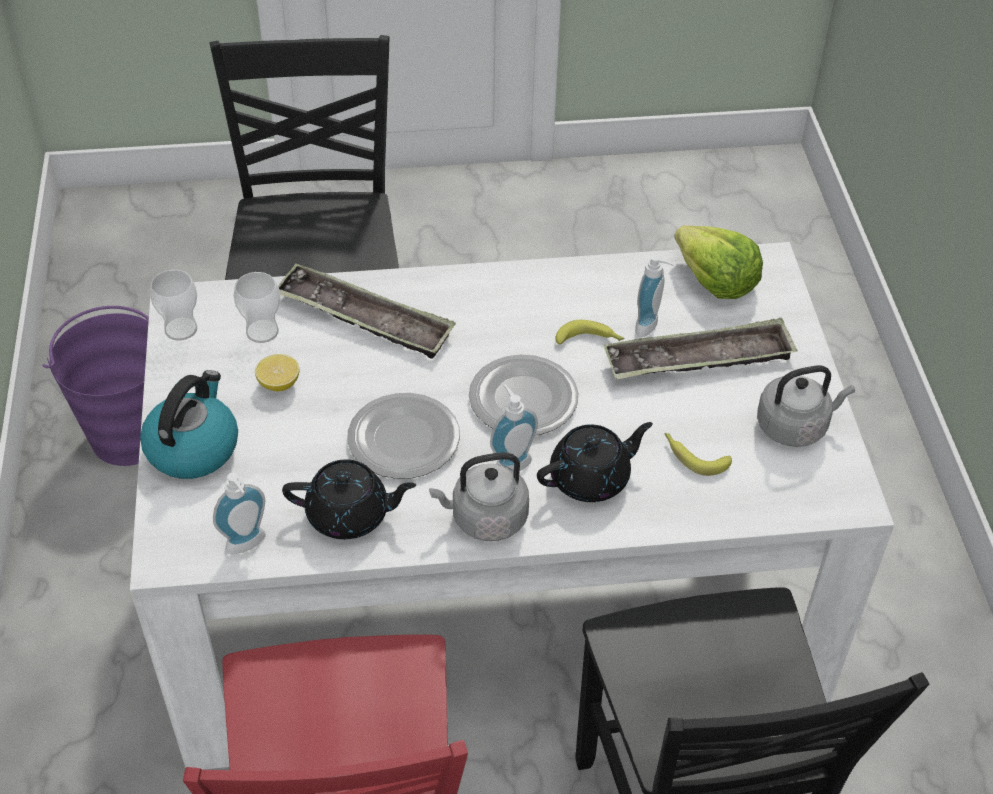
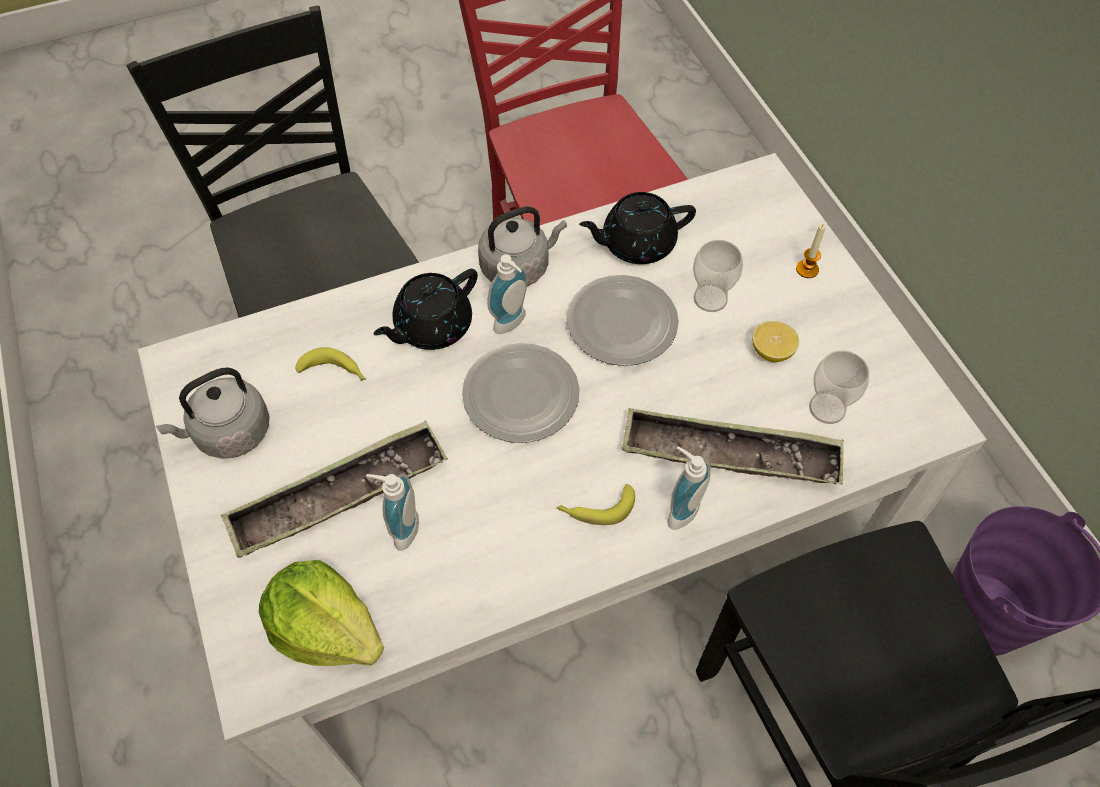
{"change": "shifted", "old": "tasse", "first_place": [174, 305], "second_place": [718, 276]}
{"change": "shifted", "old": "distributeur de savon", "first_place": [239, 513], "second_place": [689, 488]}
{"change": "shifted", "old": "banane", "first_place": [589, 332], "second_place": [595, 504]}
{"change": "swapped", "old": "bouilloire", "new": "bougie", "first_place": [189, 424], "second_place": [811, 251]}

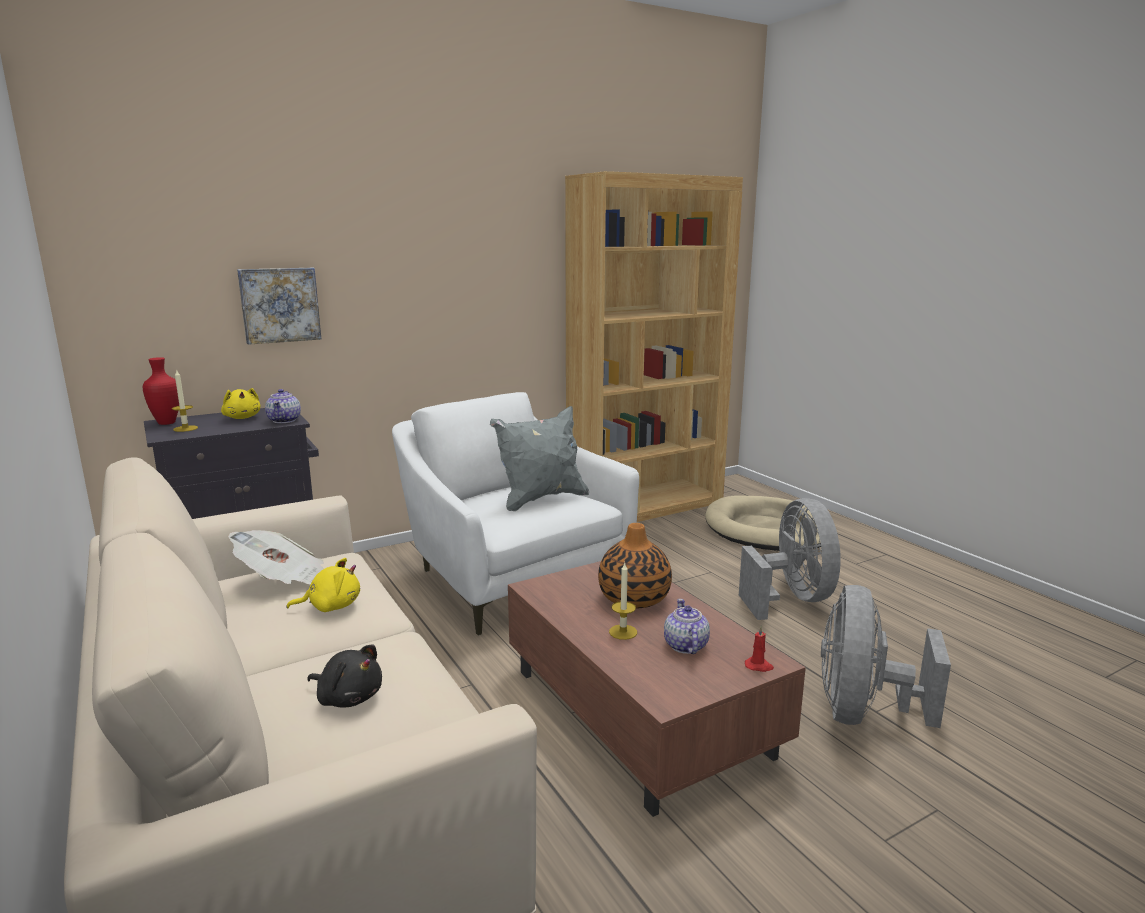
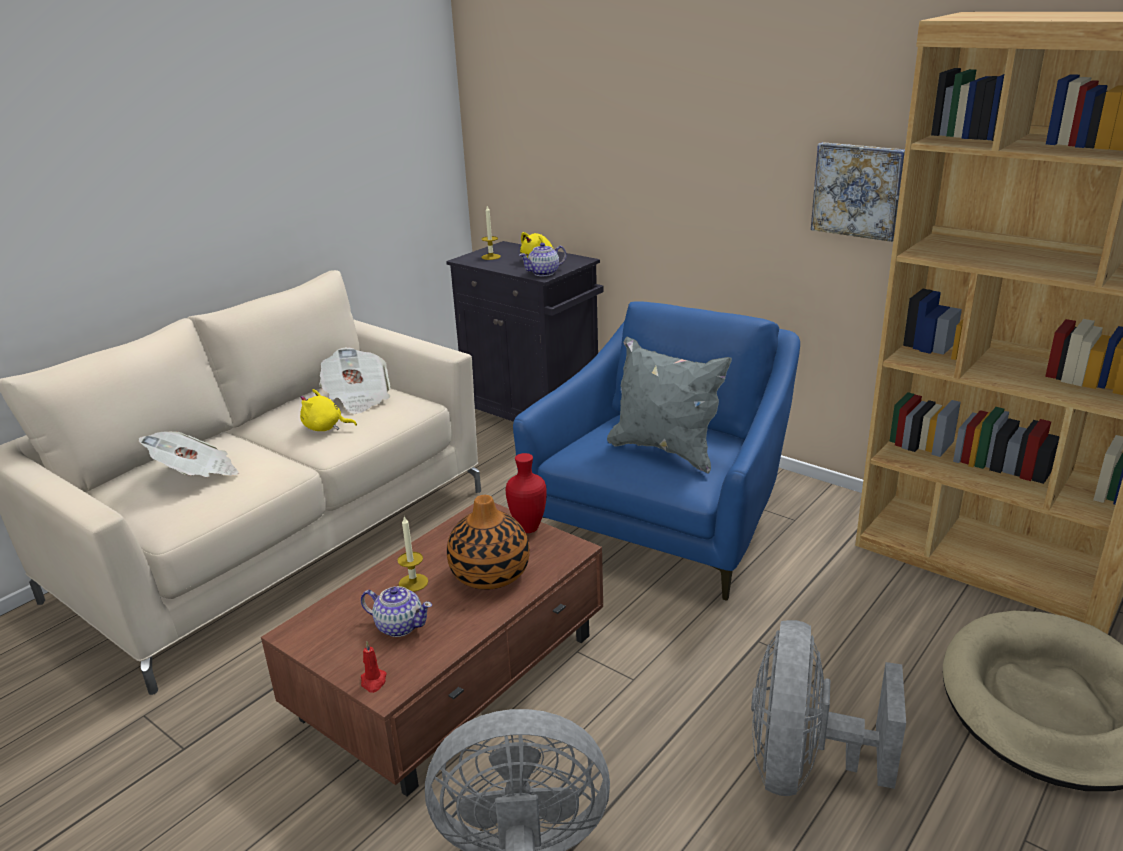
{"change": "shifted", "old": "vase (rouge)", "first_place": [161, 391], "second_place": [526, 493]}
{"change": "shifted", "old": "tableau", "first_place": [279, 306], "second_place": [858, 192]}
{"change": "swapped", "old": "peluche (noir)", "new": "journal", "first_place": [344, 676], "second_place": [189, 454]}
{"change": "repainted", "old": "fauteuil (blanc)", "new": "fauteuil (bleu)", "first_place": [515, 513], "second_place": [656, 451]}
{"change": "rotated", "old": "peluche (jaune)", "first_place": [323, 585], "second_place": [328, 410], "degrees": 135}
{"change": "rotated", "old": "théière", "first_place": [687, 626], "second_place": [396, 611], "degrees": 45}
{"change": "rotated", "old": "ventilateur (gris)", "first_place": [790, 559], "second_place": [828, 708], "degrees": 135}

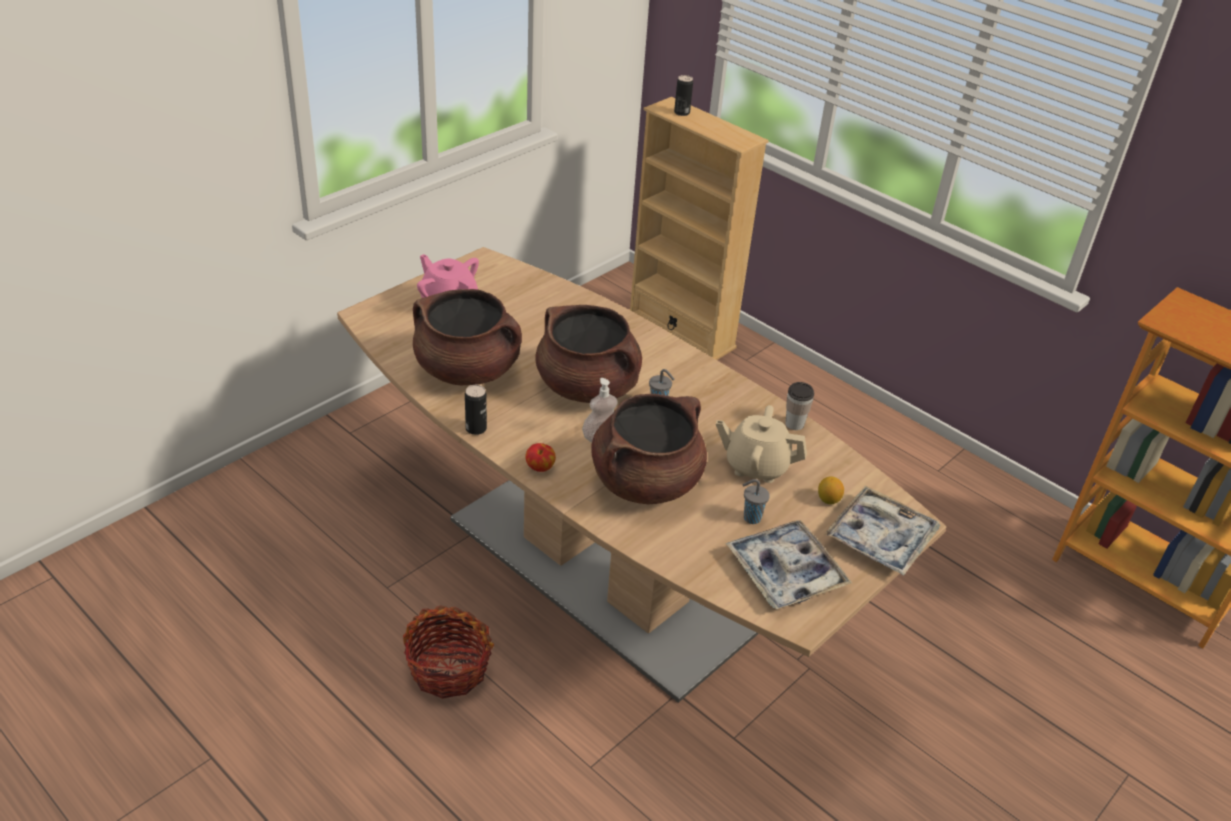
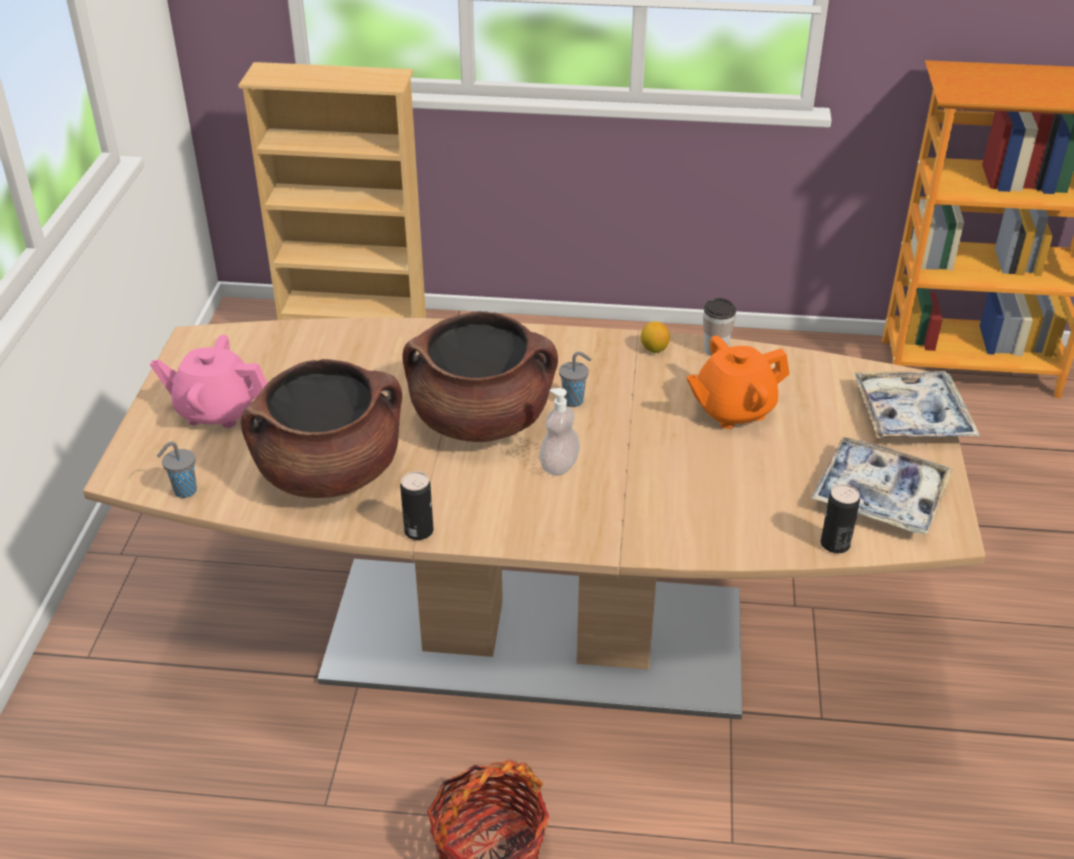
{"change": "gone", "old": "pomme", "first_place": [540, 457]}
{"change": "gone", "old": "marmite (marron)", "first_place": [649, 449]}
{"change": "shifted", "old": "boîte métallique", "first_place": [683, 95], "second_place": [840, 518]}
{"change": "shifted", "old": "tasse (gris)", "first_place": [756, 501], "second_place": [177, 470]}
{"change": "shifted", "old": "citron", "first_place": [831, 490], "second_place": [655, 337]}
{"change": "repainted", "old": "théière (beige)", "new": "théière (orange)", "first_place": [761, 444], "second_place": [738, 382]}

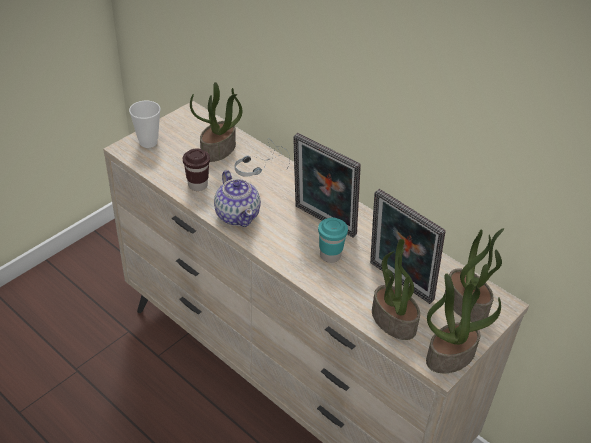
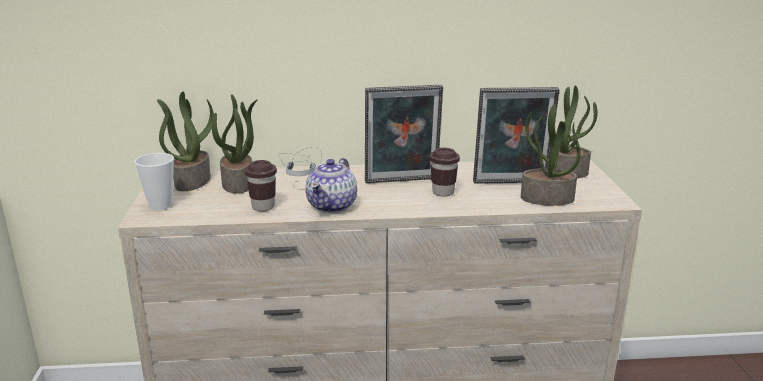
{"change": "shifted", "old": "plante en pot", "first_place": [463, 323], "second_place": [185, 141]}
{"change": "repainted", "old": "tasse (turquoise)", "new": "tasse (marron)", "first_place": [333, 240], "second_place": [444, 172]}
{"change": "rotated", "old": "théière", "first_place": [237, 198], "second_place": [331, 185], "degrees": 90}

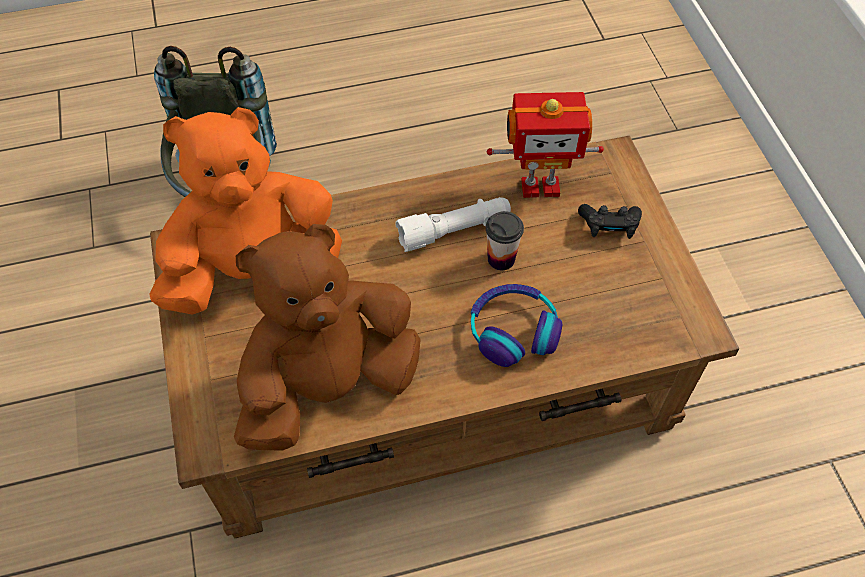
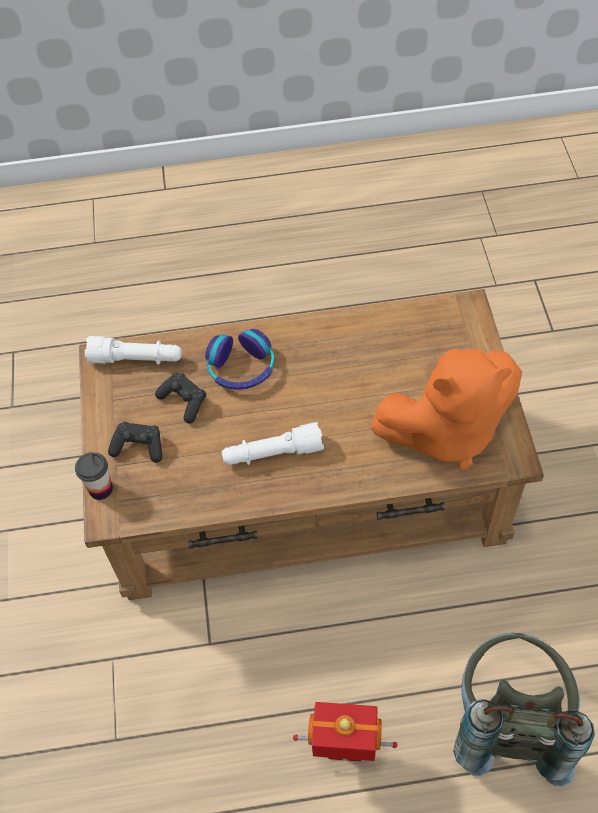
{"change": "gone", "old": "peluche (marron)", "first_place": [327, 337]}
{"change": "new", "new": "lampe de poche (blanc)", "second_place": [133, 350]}
{"change": "new", "new": "manette (noir)", "second_place": [180, 398]}
{"change": "shifted", "old": "tasse", "first_place": [505, 240], "second_place": [94, 476]}
{"change": "shifted", "old": "robot jouet", "first_place": [545, 145], "second_place": [345, 732]}

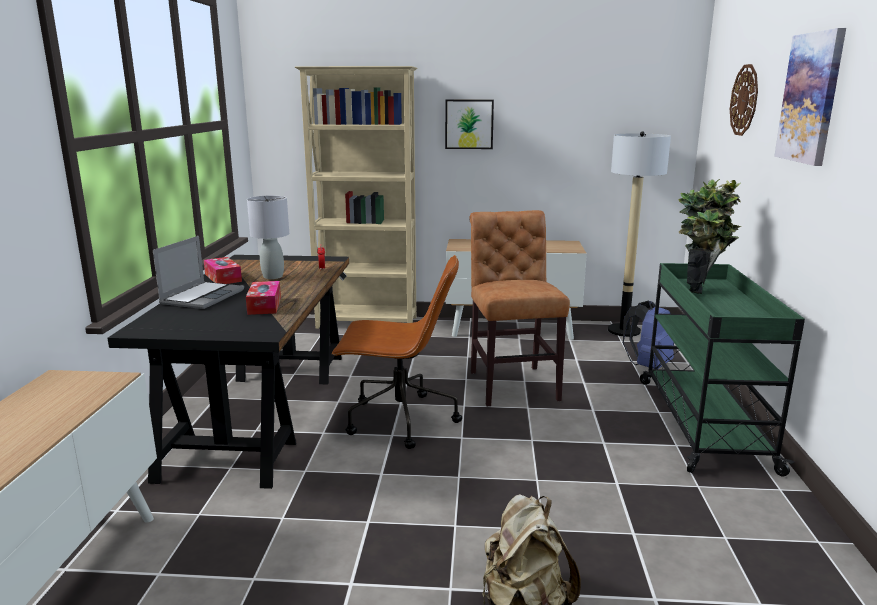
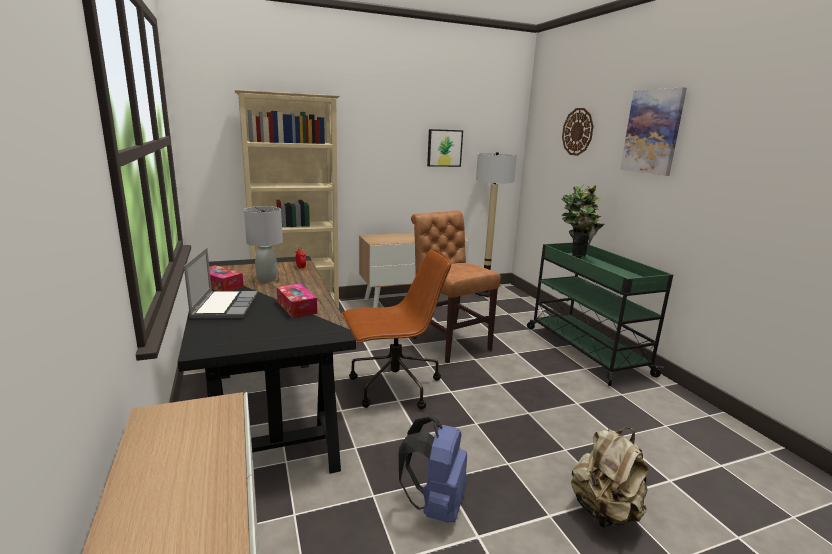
{"change": "shifted", "old": "tableau", "first_place": [469, 124], "second_place": [445, 148]}
{"change": "shifted", "old": "sac à dos (bleu)", "first_place": [648, 335], "second_place": [433, 469]}

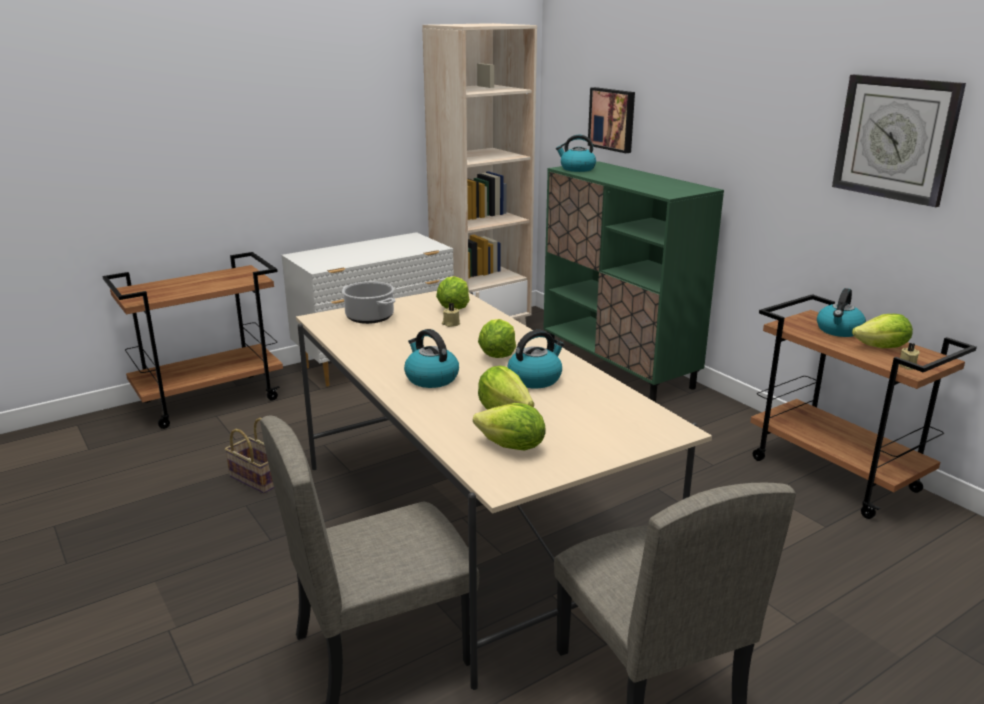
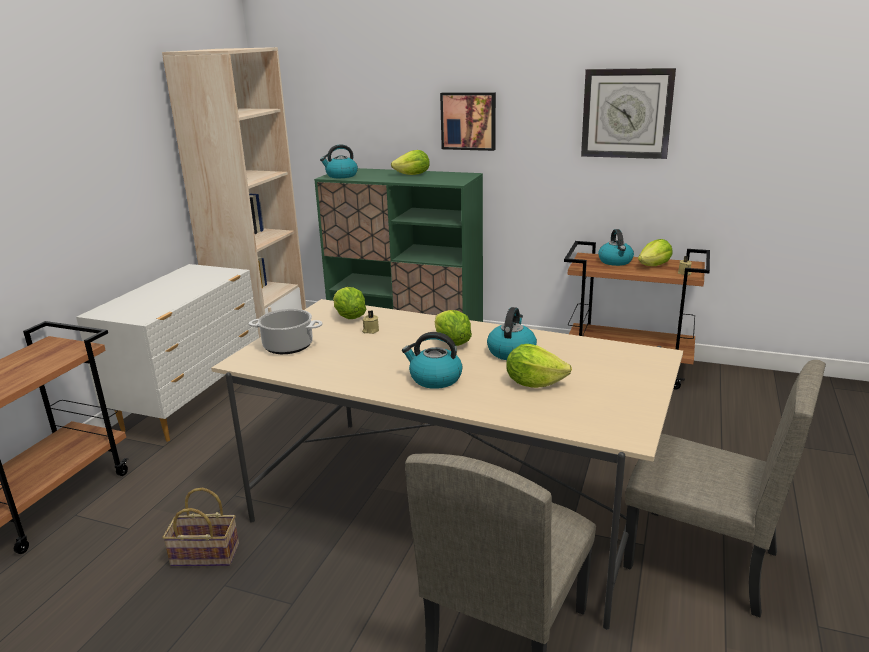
{"change": "shifted", "old": "laitue", "first_place": [509, 426], "second_place": [410, 162]}
{"change": "shifted", "old": "tableau", "first_place": [611, 120], "second_place": [468, 121]}

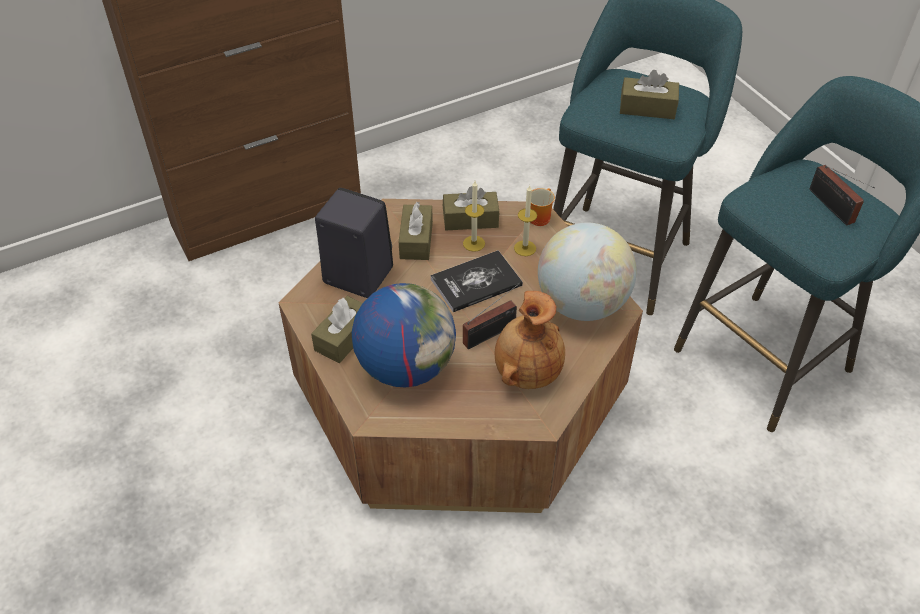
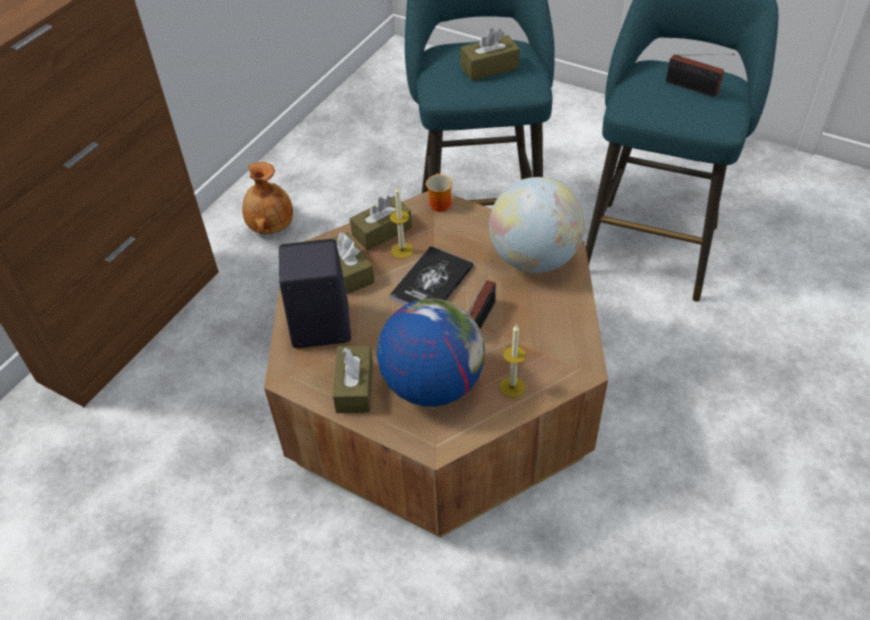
{"change": "shifted", "old": "vase (marron)", "first_place": [530, 340], "second_place": [267, 198]}
{"change": "shifted", "old": "bougie", "first_place": [525, 220], "second_place": [513, 361]}

